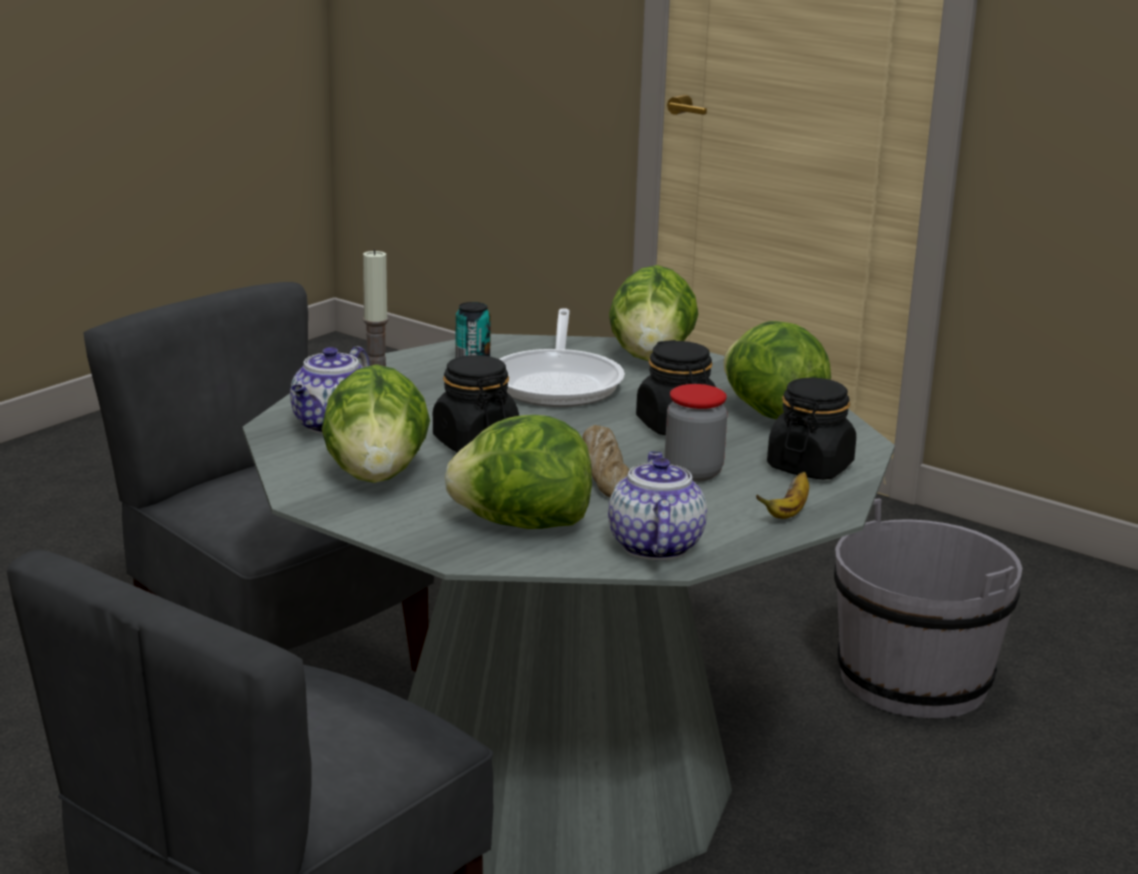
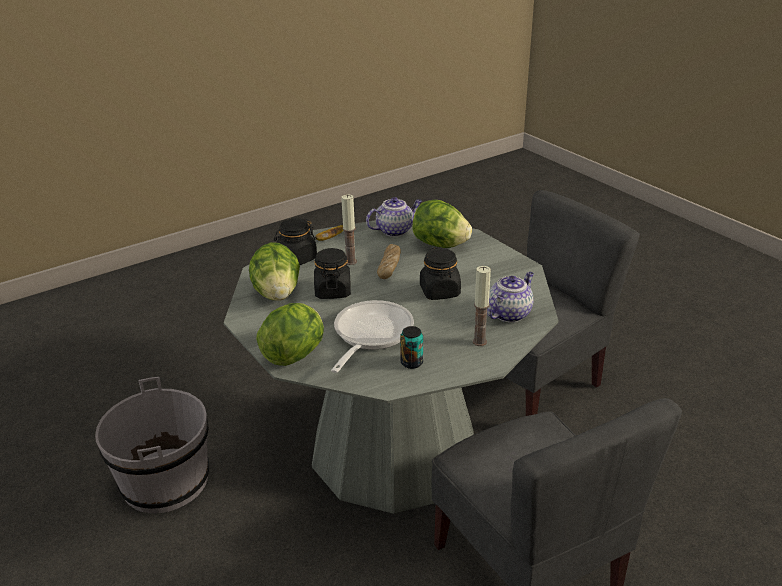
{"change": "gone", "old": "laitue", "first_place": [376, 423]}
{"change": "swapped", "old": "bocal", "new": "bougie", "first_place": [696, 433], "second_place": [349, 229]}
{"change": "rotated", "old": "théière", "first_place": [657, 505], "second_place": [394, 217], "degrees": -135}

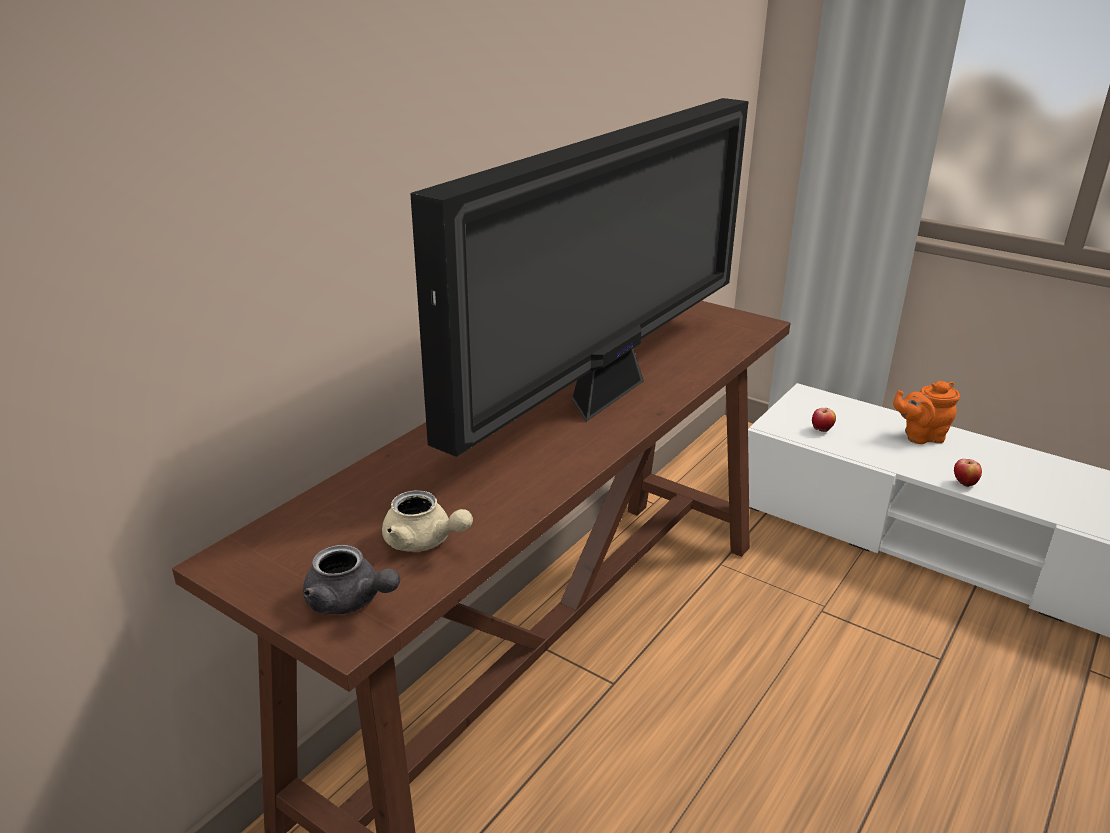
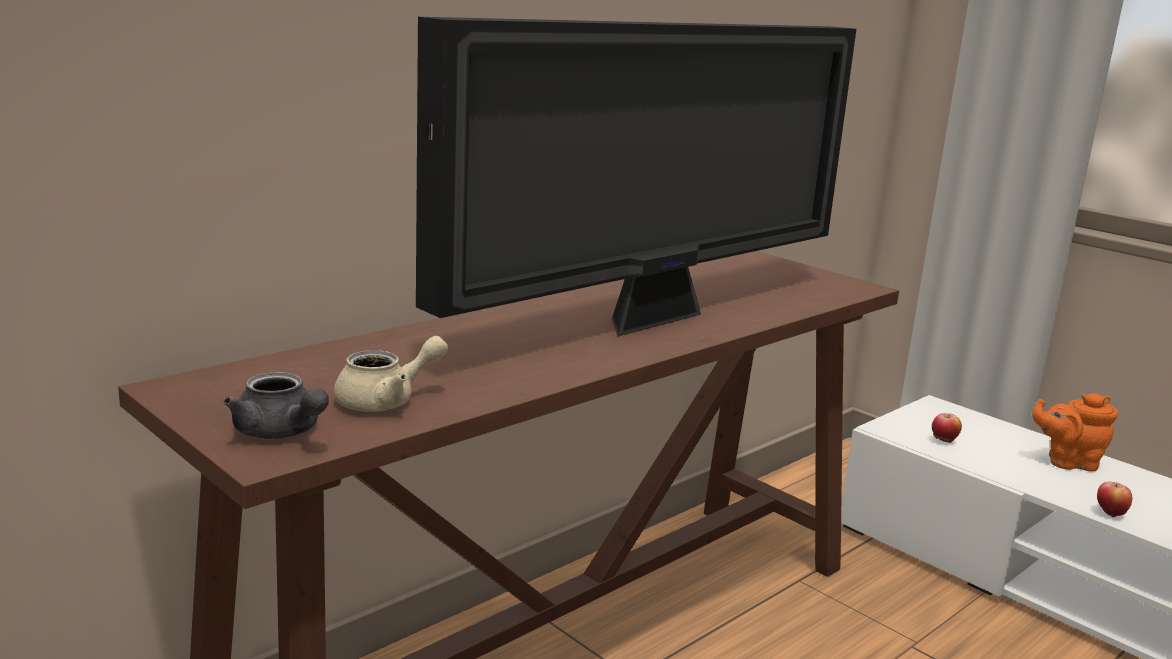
{"change": "rotated", "old": "théière (beige)", "first_place": [427, 521], "second_place": [391, 374], "degrees": -75}

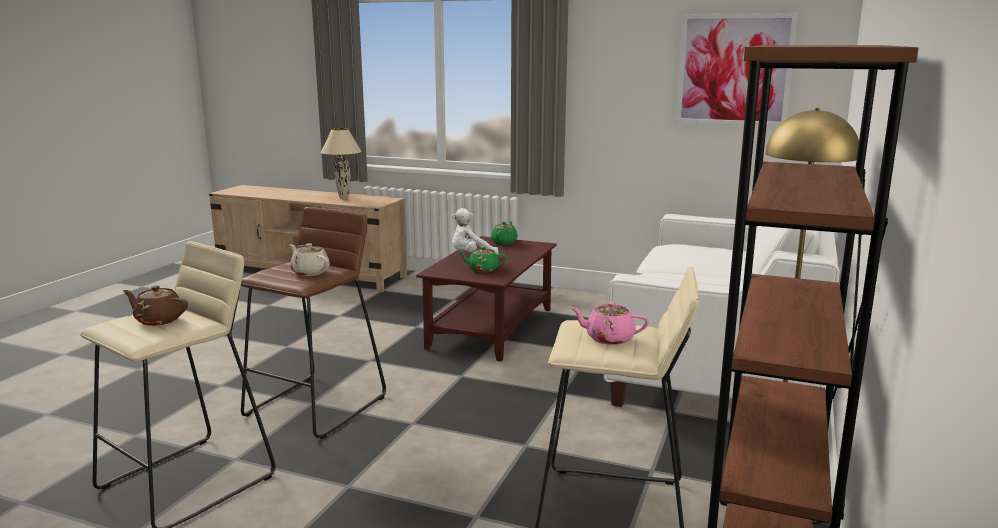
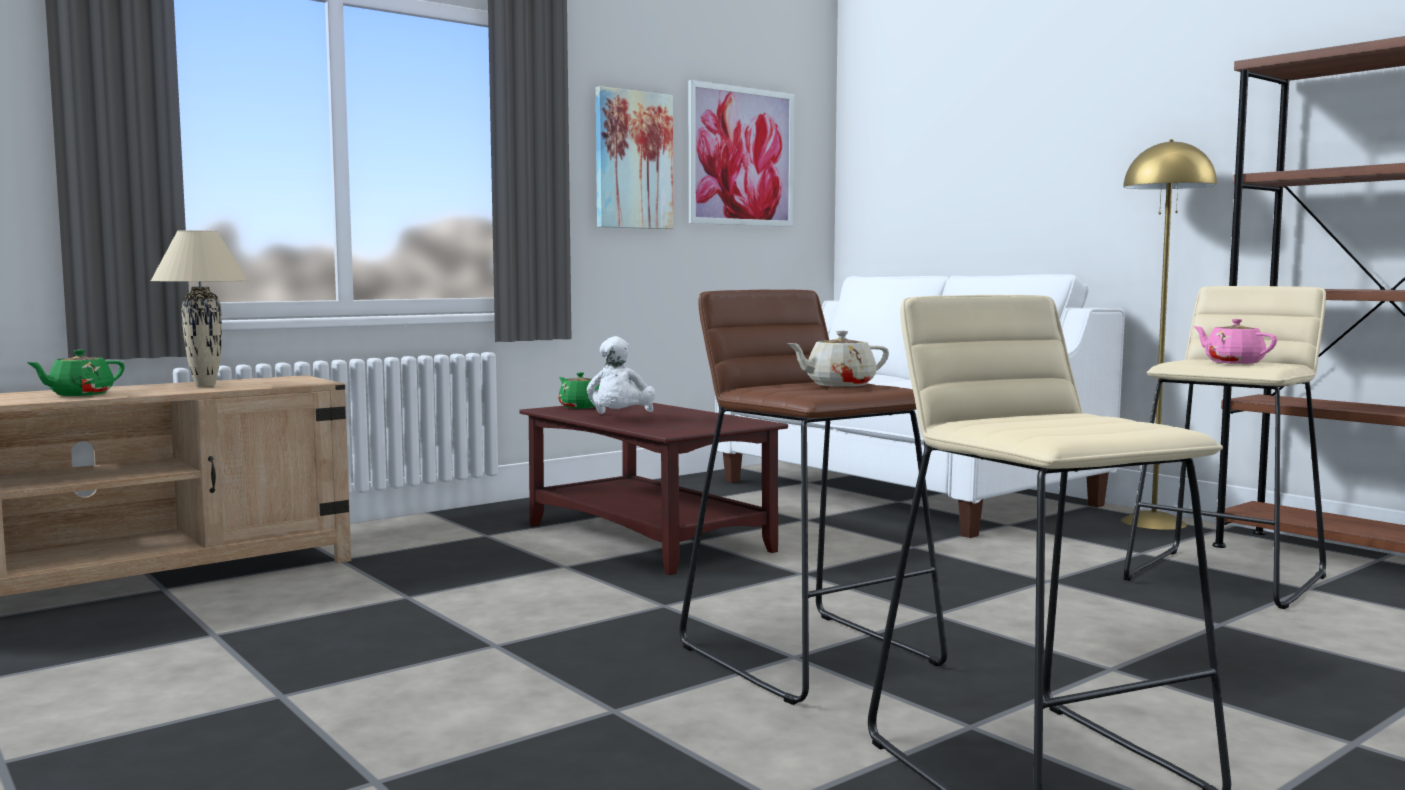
{"change": "gone", "old": "théière (marron)", "first_place": [155, 305]}
{"change": "new", "new": "tableau", "second_place": [634, 157]}
{"change": "shifted", "old": "théière (vert)", "first_place": [483, 259], "second_place": [75, 373]}
{"change": "rotated", "old": "théière (rose)", "first_place": [609, 323], "second_place": [1235, 341], "degrees": 105}

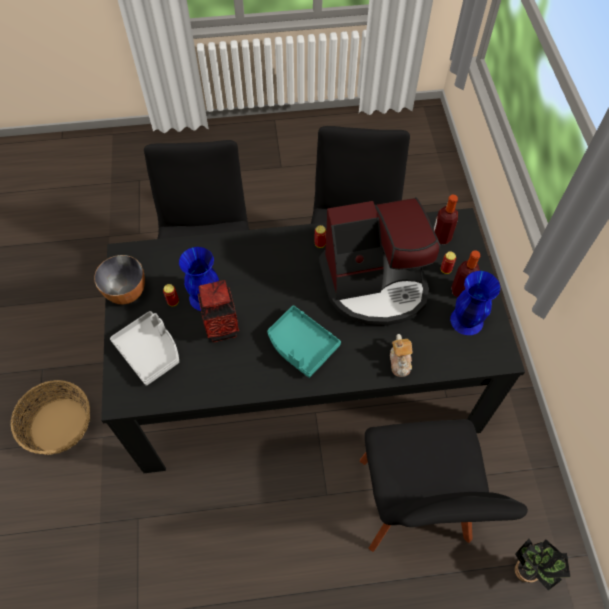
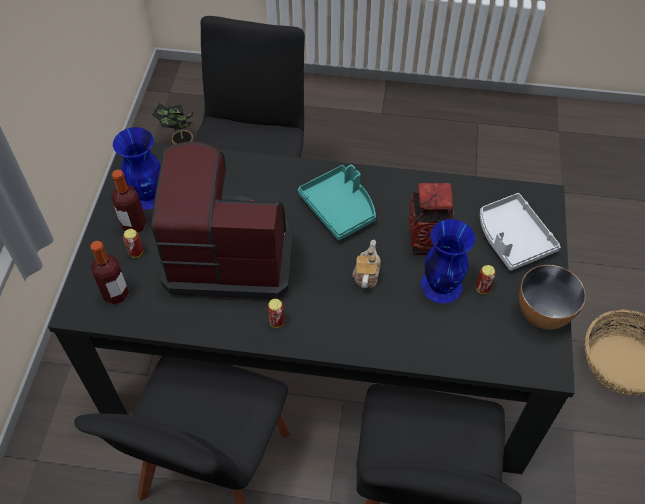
{"change": "shifted", "old": "théière", "first_place": [401, 355], "second_place": [366, 264]}

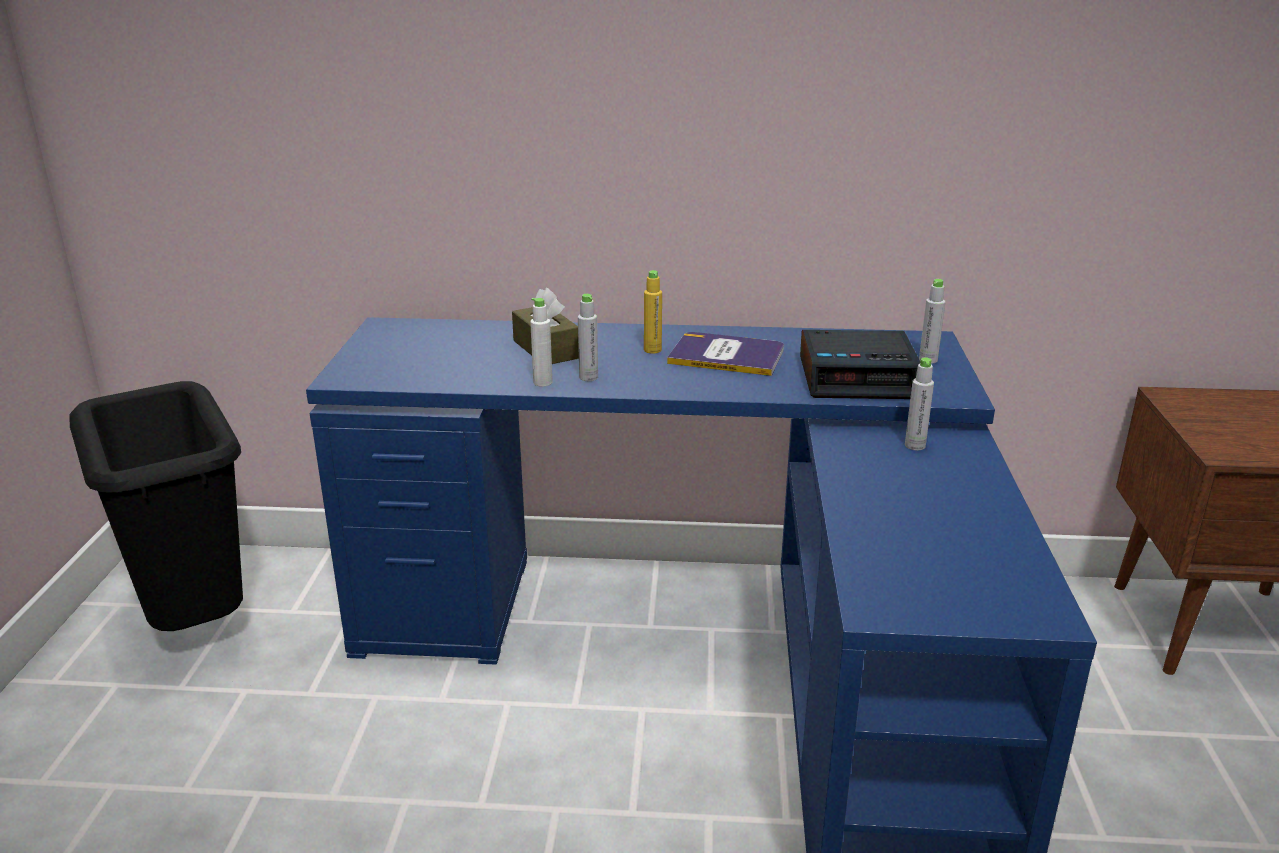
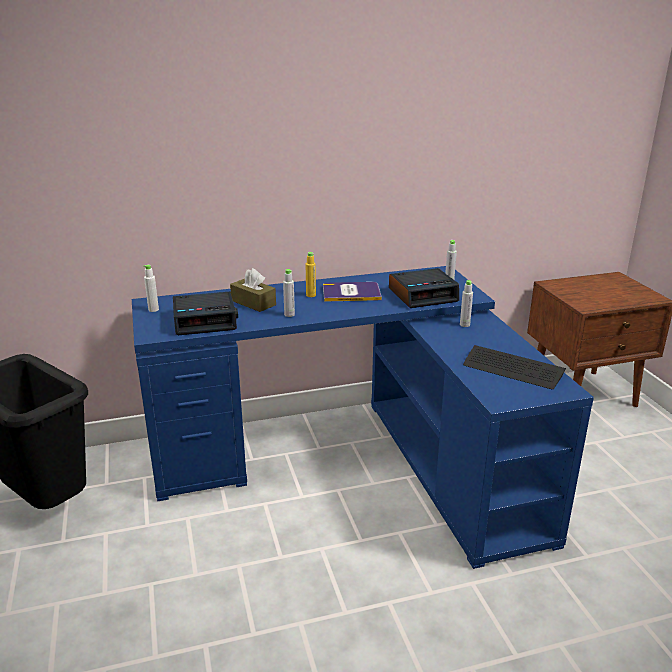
{"change": "new", "new": "réveil", "second_place": [205, 313]}
{"change": "new", "new": "clavier", "second_place": [514, 367]}
{"change": "shifted", "old": "bouteille (blanc)", "first_place": [541, 342], "second_place": [151, 288]}

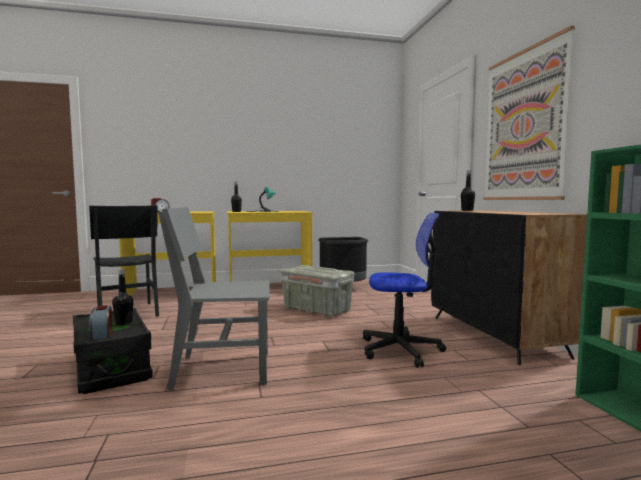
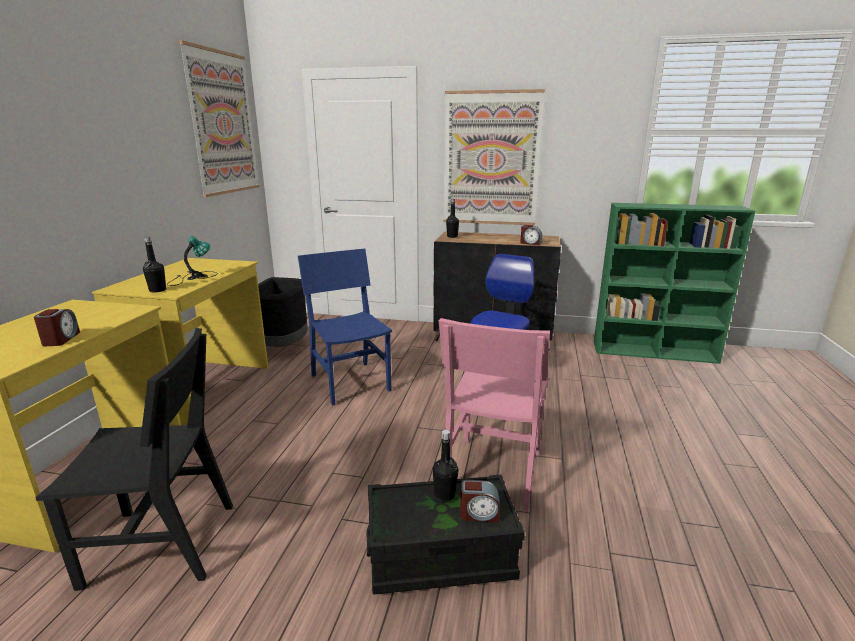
{"change": "new", "new": "tableau", "second_place": [219, 118]}
{"change": "new", "new": "réveil", "second_place": [531, 235]}
{"change": "swapped", "old": "boîte de rangement (gris)", "new": "chaise (bleu)", "first_place": [317, 291], "second_place": [345, 327]}
{"change": "repainted", "old": "chaise (gris)", "new": "chaise (rose)", "first_place": [214, 298], "second_place": [494, 414]}

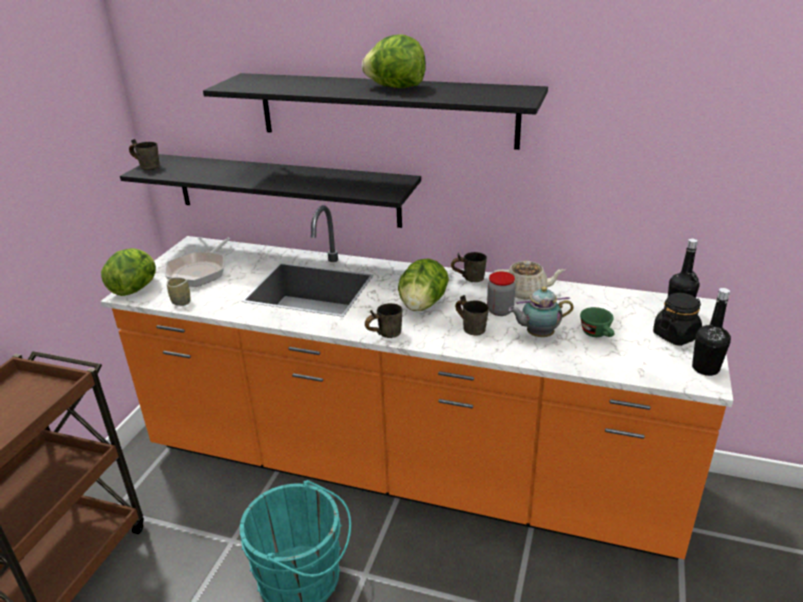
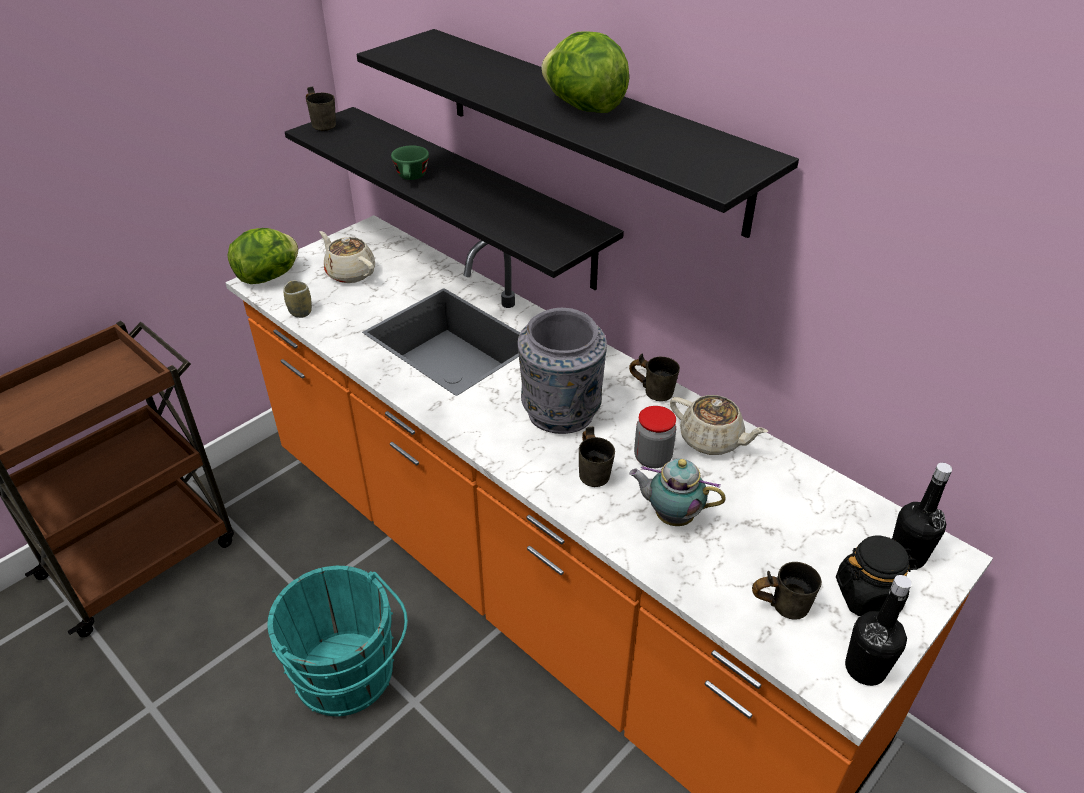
{"change": "shifted", "old": "mug (gris)", "first_place": [383, 320], "second_place": [787, 591]}
{"change": "shifted", "old": "tasse (vert)", "first_place": [597, 322], "second_place": [410, 162]}
{"change": "swapped", "old": "poêle", "new": "théière (beige)", "first_place": [197, 262], "second_place": [347, 257]}
{"change": "swapped", "old": "laitue", "new": "vase (gris)", "first_place": [423, 285], "second_place": [562, 371]}

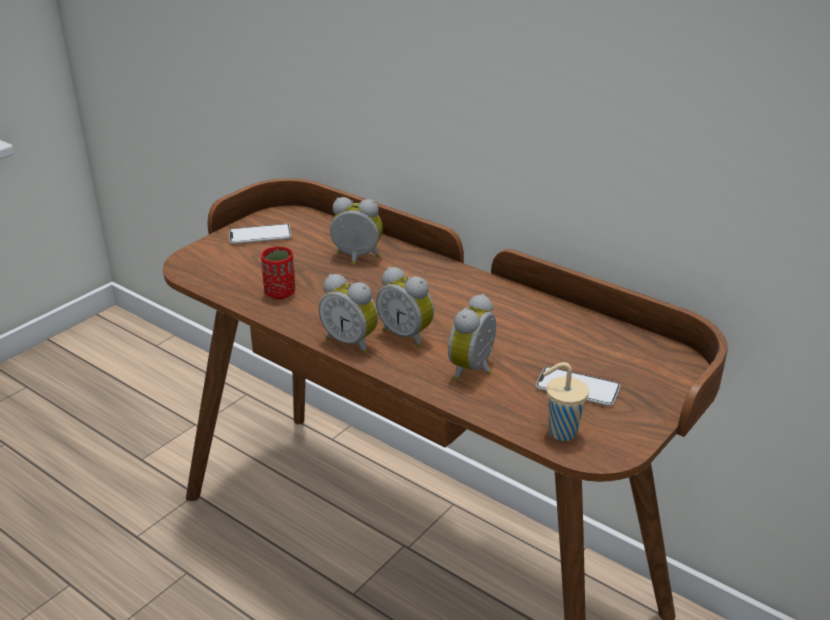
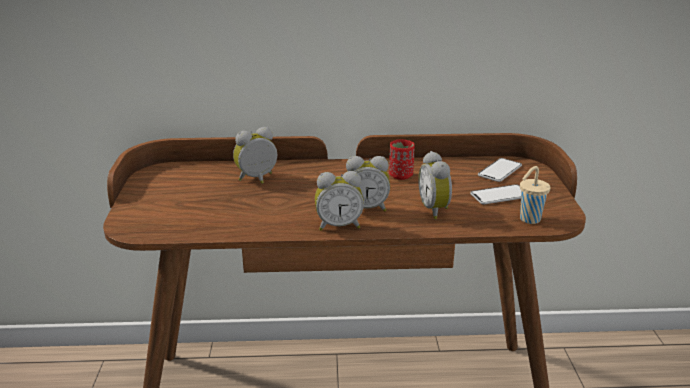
{"change": "shifted", "old": "téléphone", "first_place": [260, 234], "second_place": [500, 170]}
{"change": "shifted", "old": "tasse (rouge)", "first_place": [278, 272], "second_place": [402, 159]}

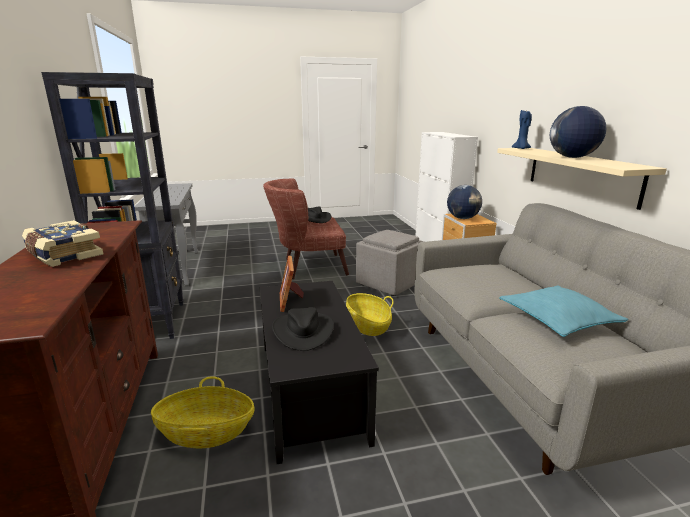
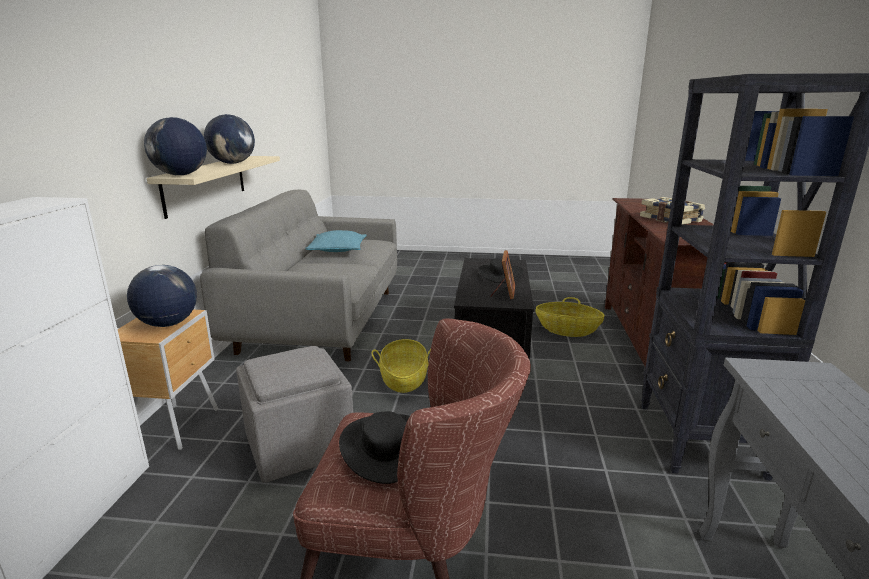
{"change": "swapped", "old": "bougie (bleu)", "new": "globe", "first_place": [522, 129], "second_place": [175, 146]}

